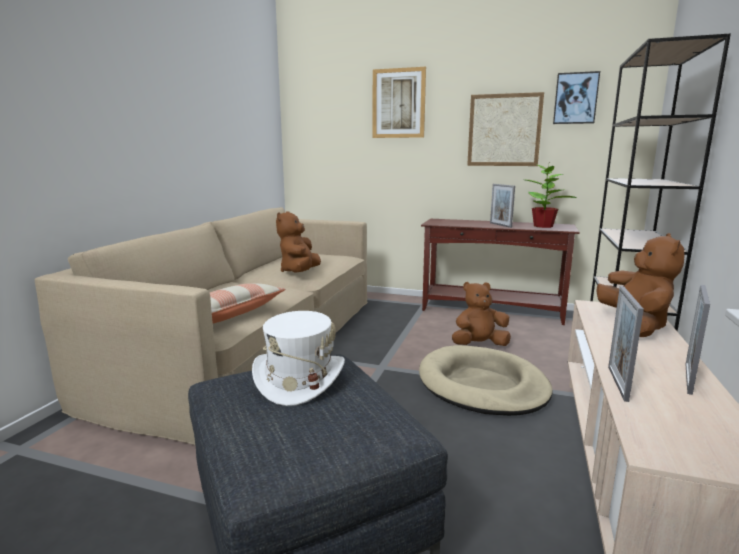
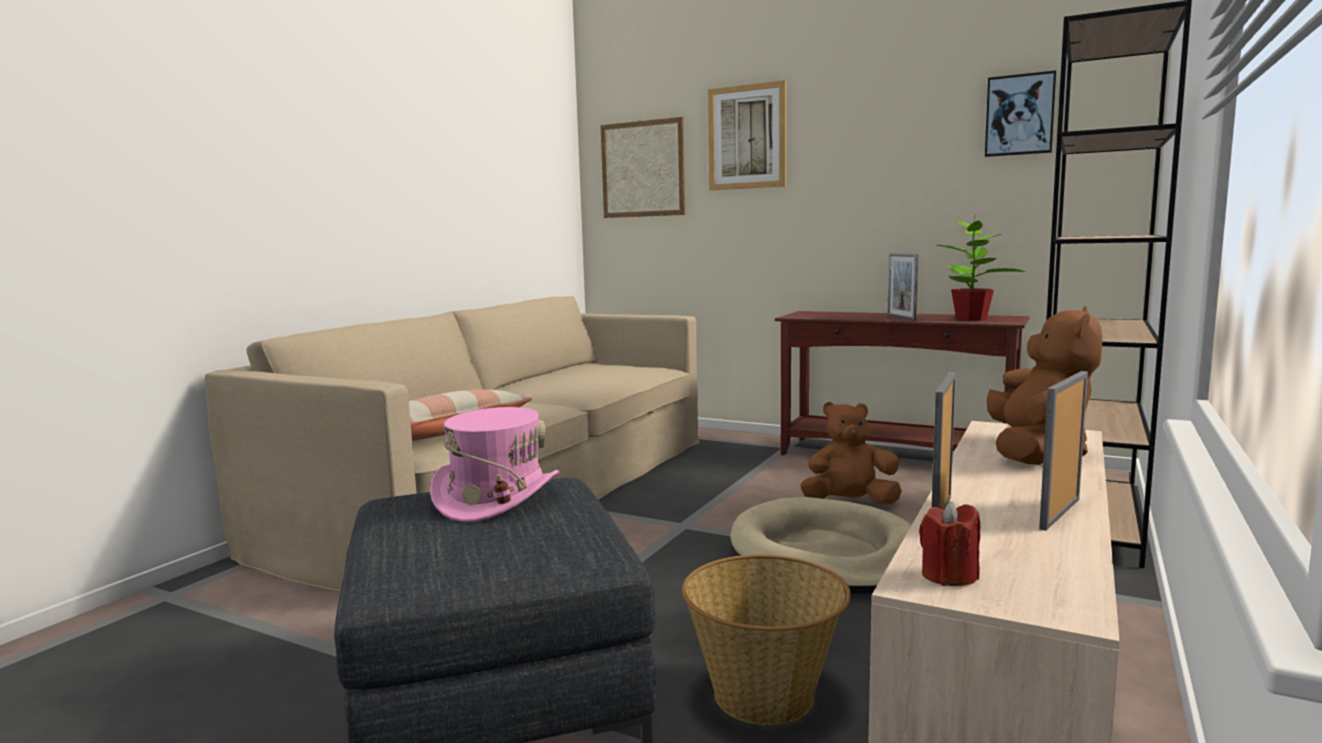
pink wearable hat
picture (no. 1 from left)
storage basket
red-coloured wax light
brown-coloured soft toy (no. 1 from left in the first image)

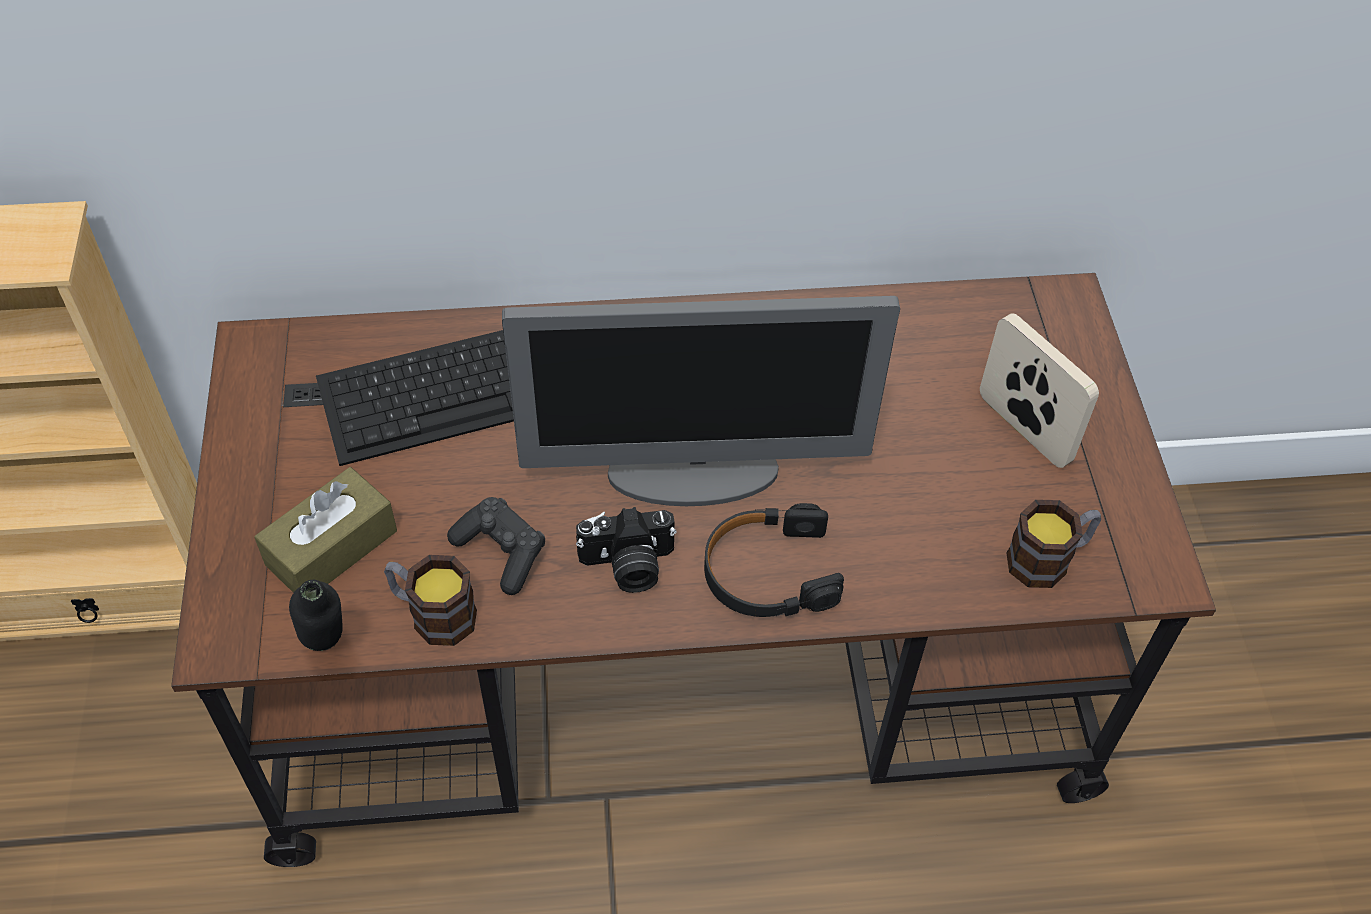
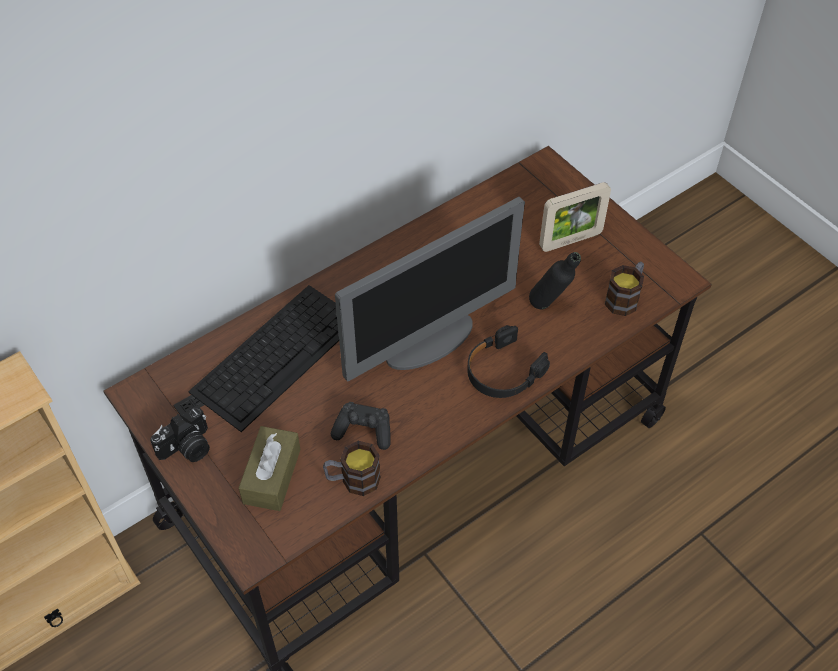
photo camera
blackish bottle
standing frame

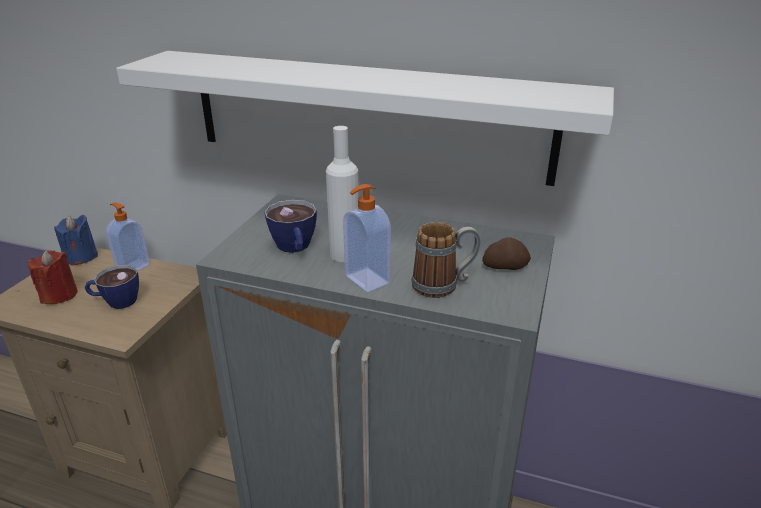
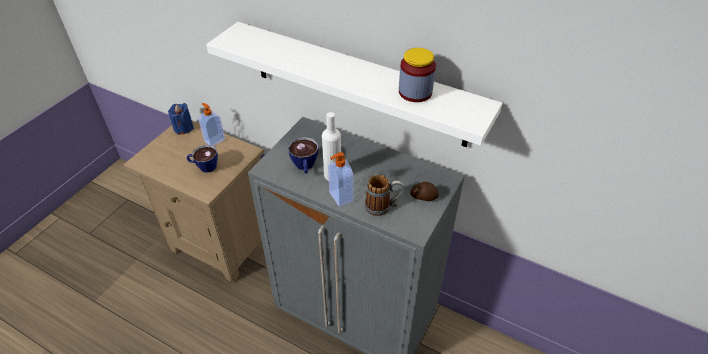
preserve jar
red-coloured wax light

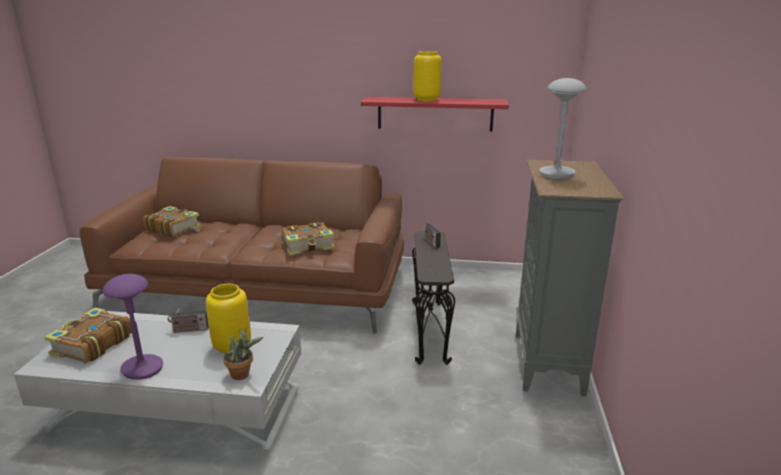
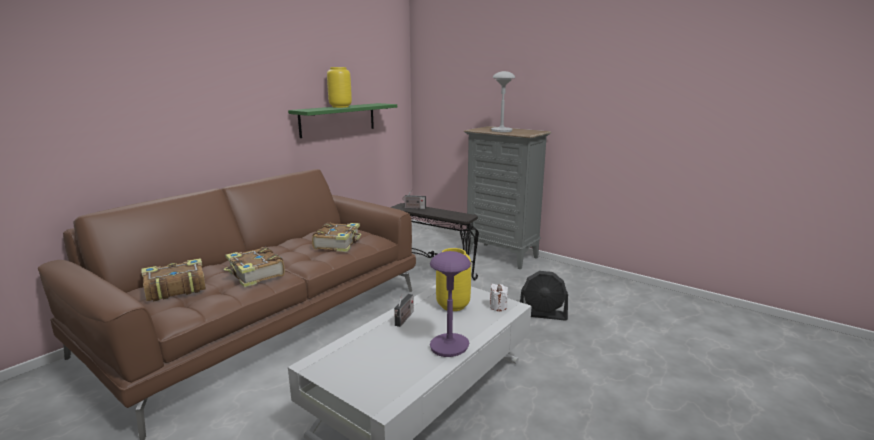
book (no. 2 from left)
green shelf
whitish wax light
blackish cooling fan

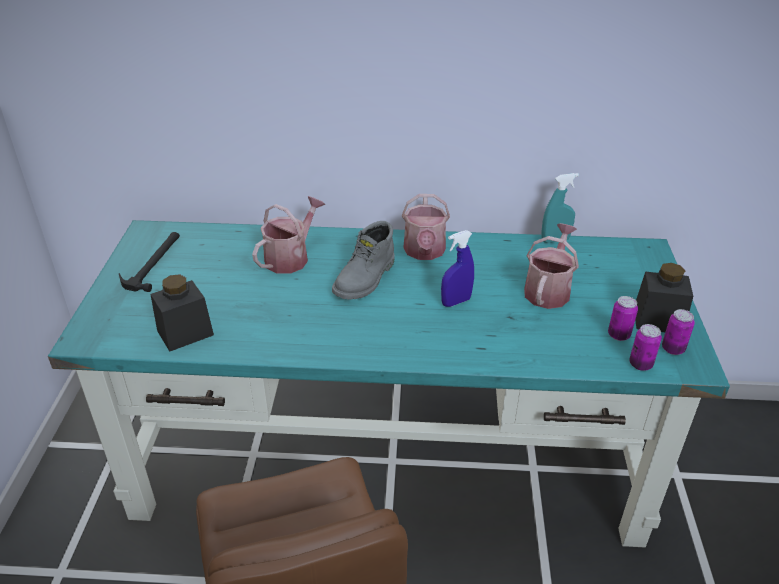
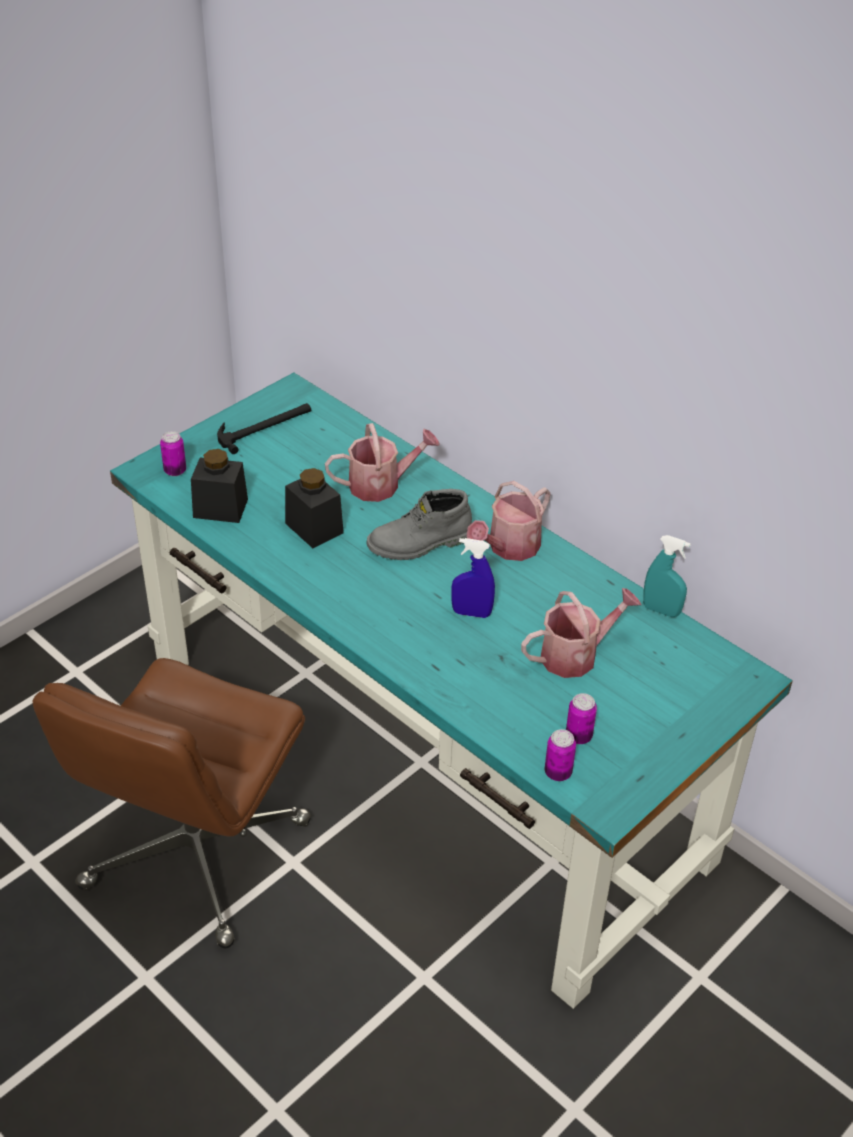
sealed can (no. 1 from left)
blackish preserve jar (no. 2 from left)

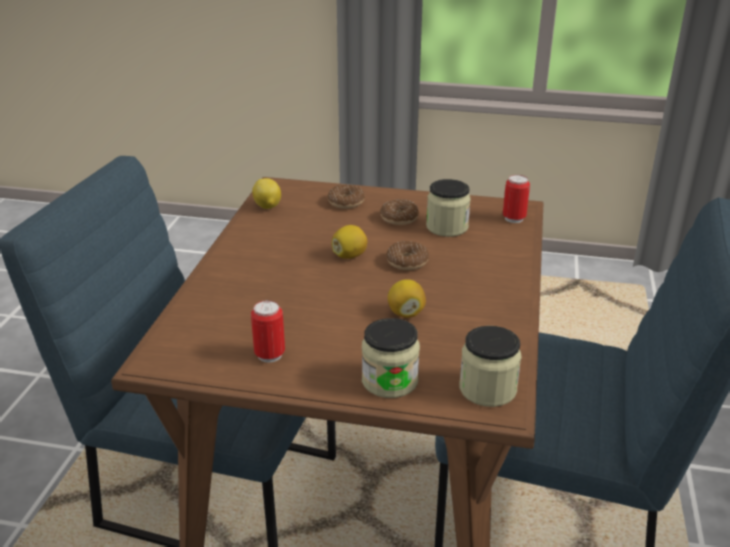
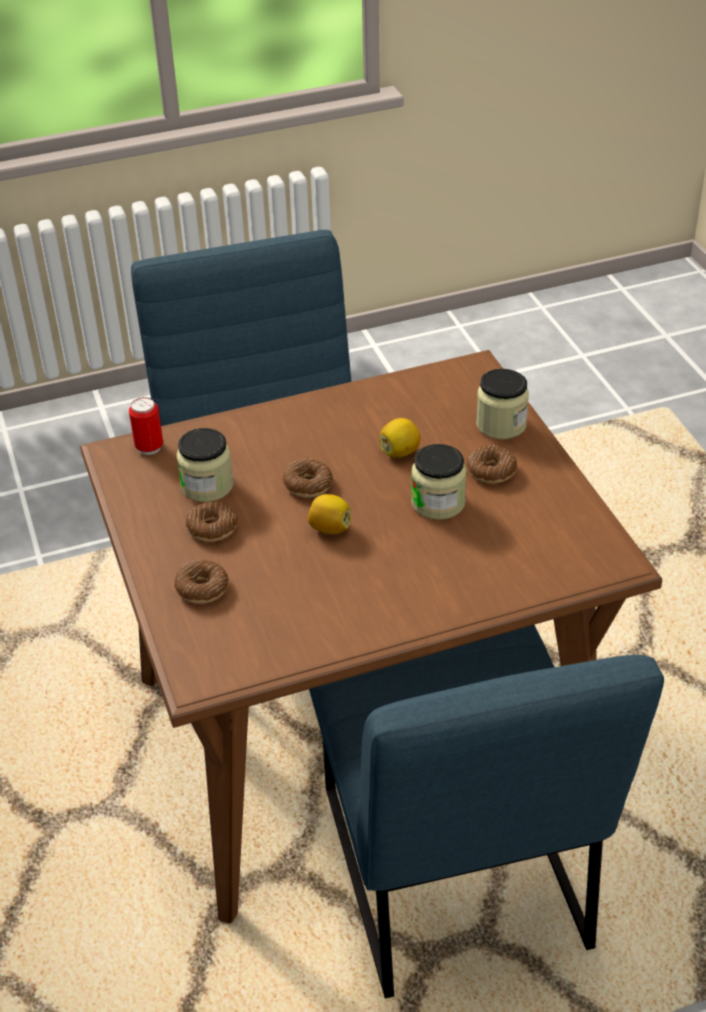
preserve jar (no. 2 from left)
donut (no. 4 from left)
sealed can (no. 1 from left in the first image)
whole lemon (no. 1 from left in the first image)

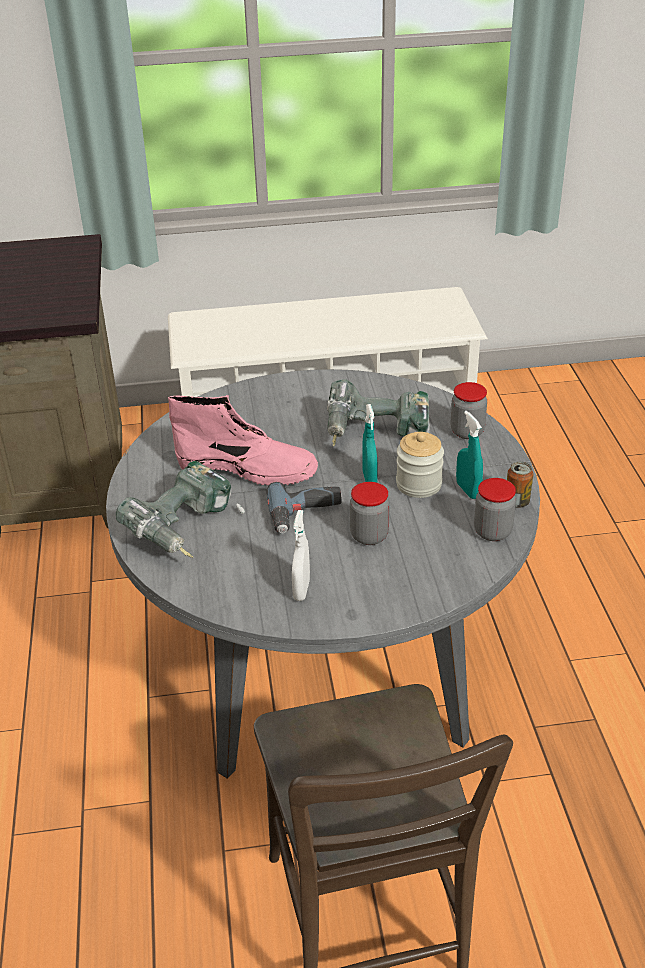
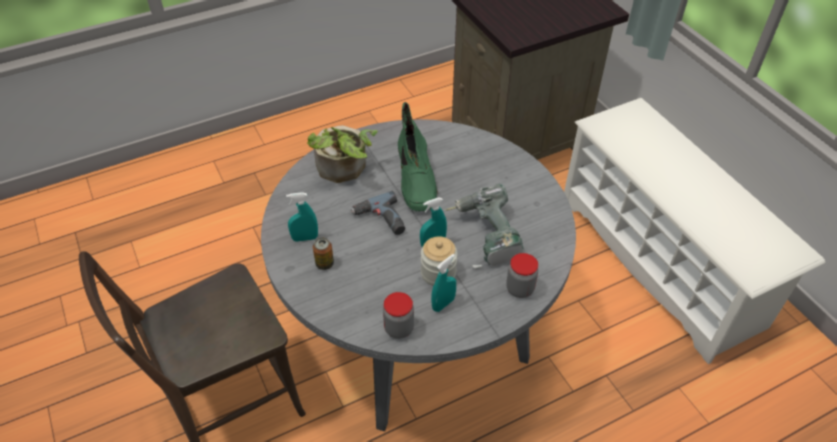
turquoise spray bottle (no. 1 from left)
plant in a pot
sealed can
green tall boot
preserve jar (no. 1 from left in the first image)

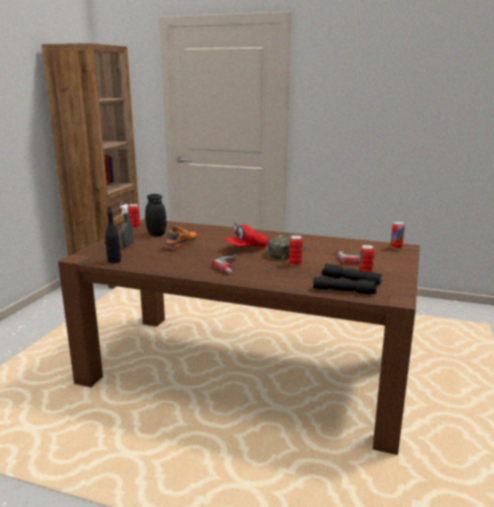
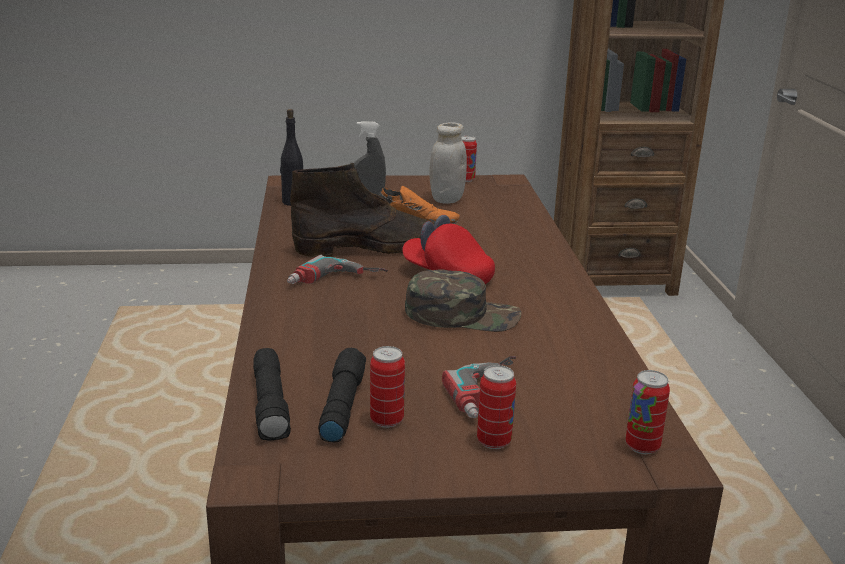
brown-coloured tall boot
whitish preserve jar
sealed can (no. 3 from left)

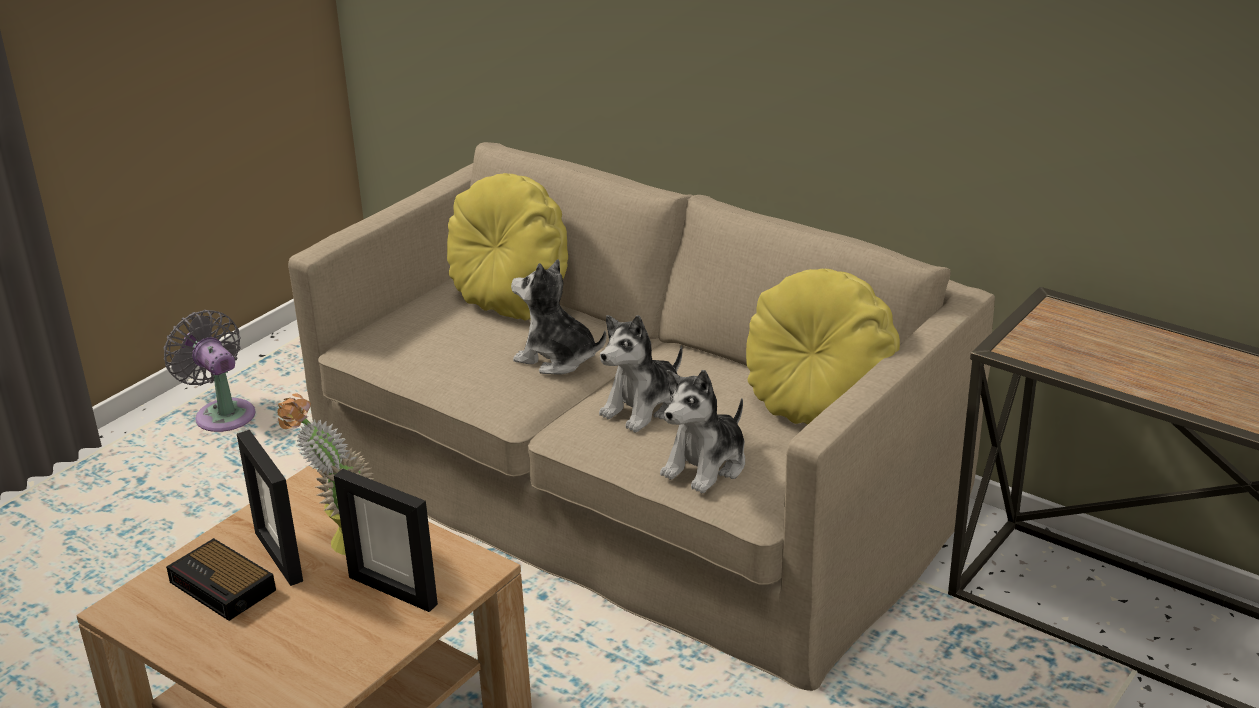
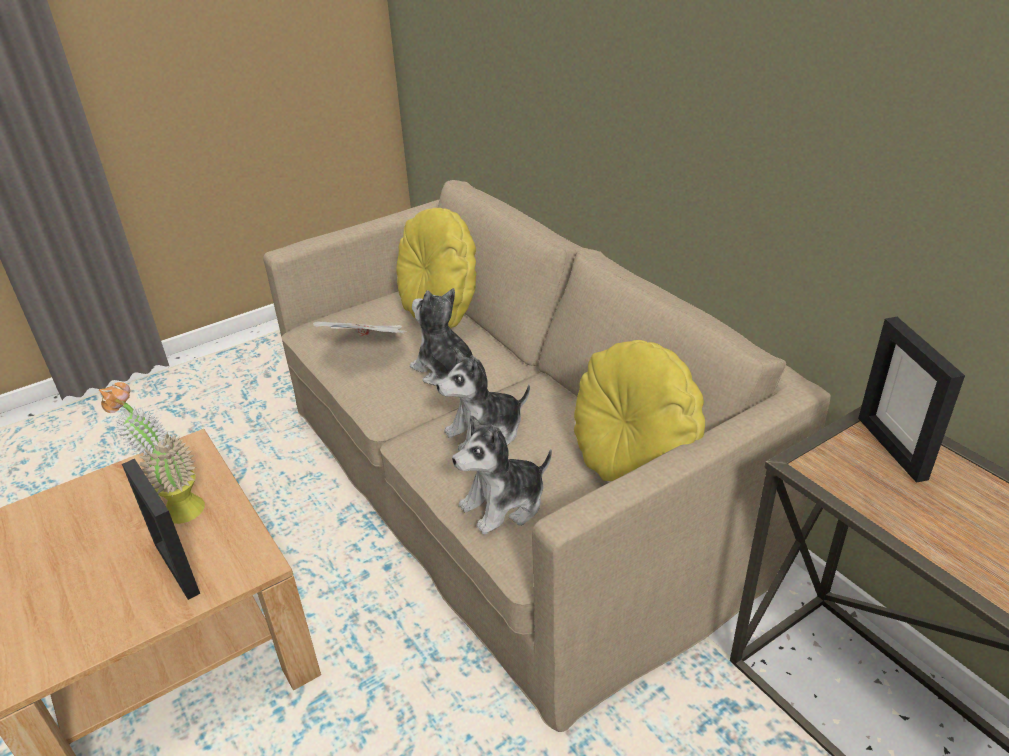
newspaper
standing frame (no. 2 from left)
gray cooling fan
bedside clock

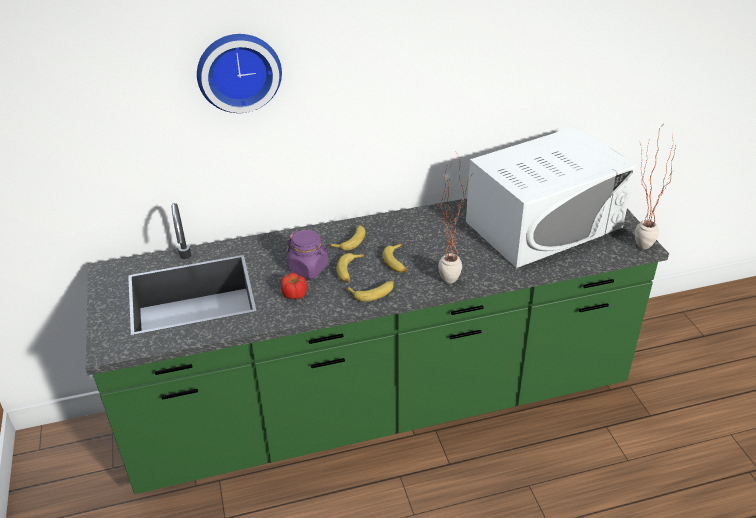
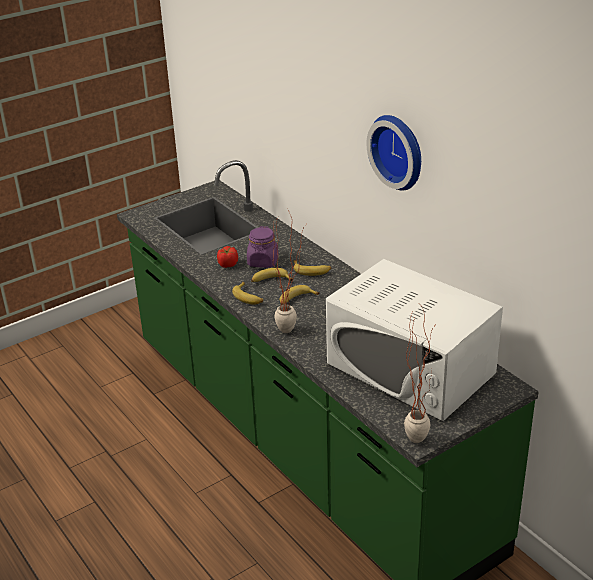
hanging clock

